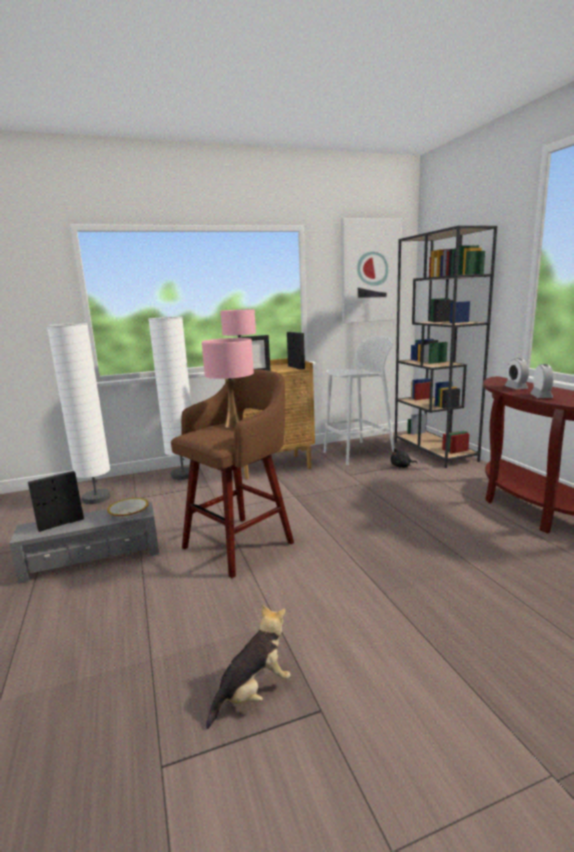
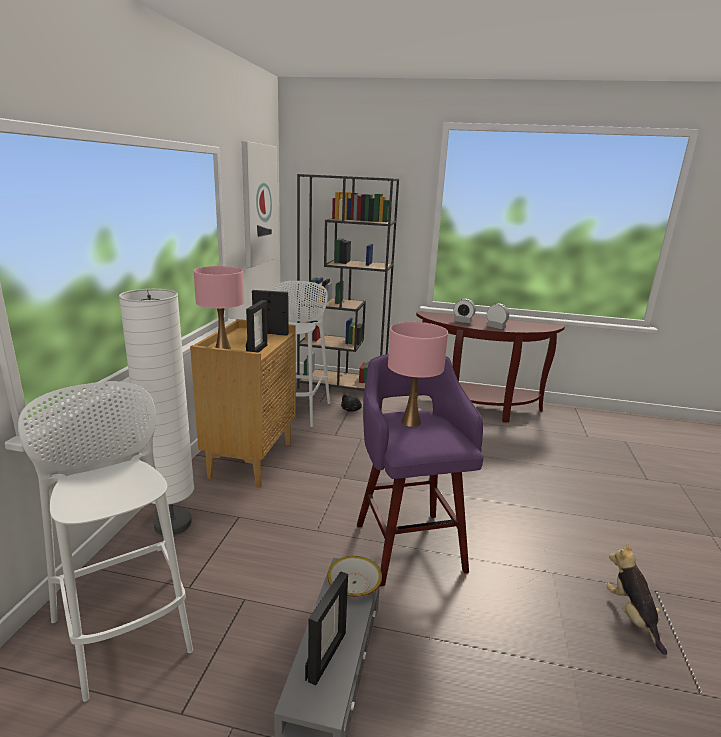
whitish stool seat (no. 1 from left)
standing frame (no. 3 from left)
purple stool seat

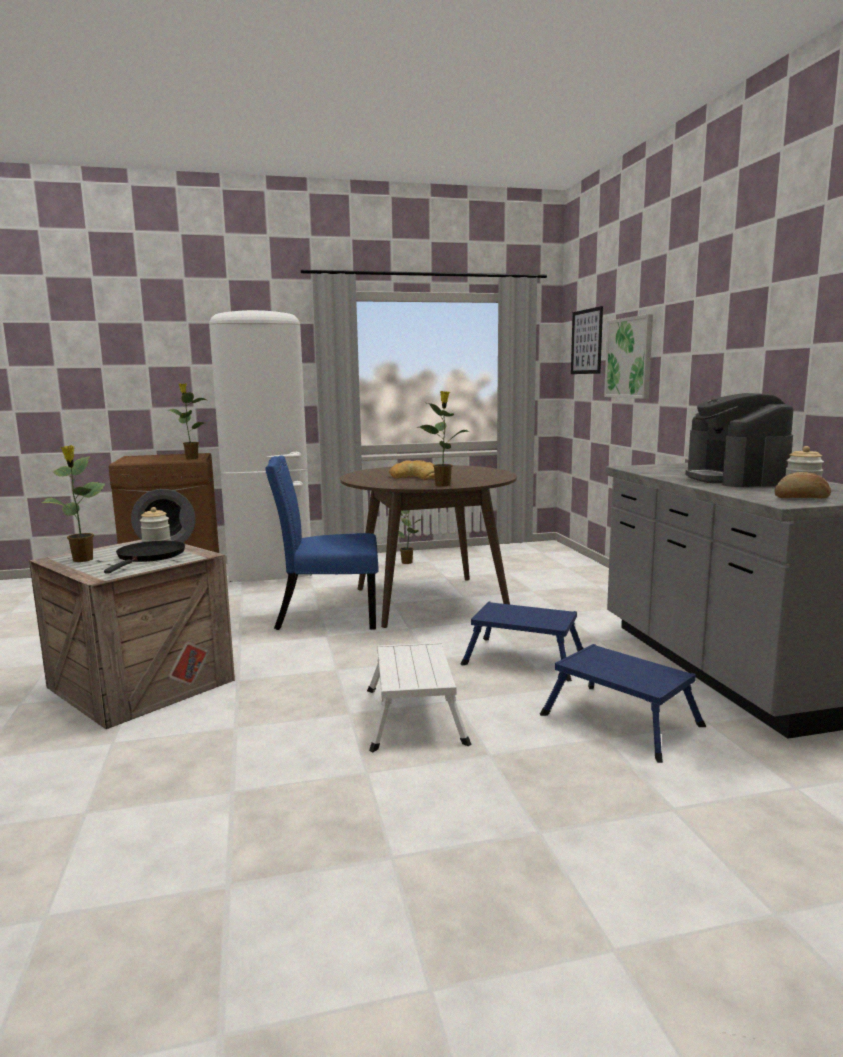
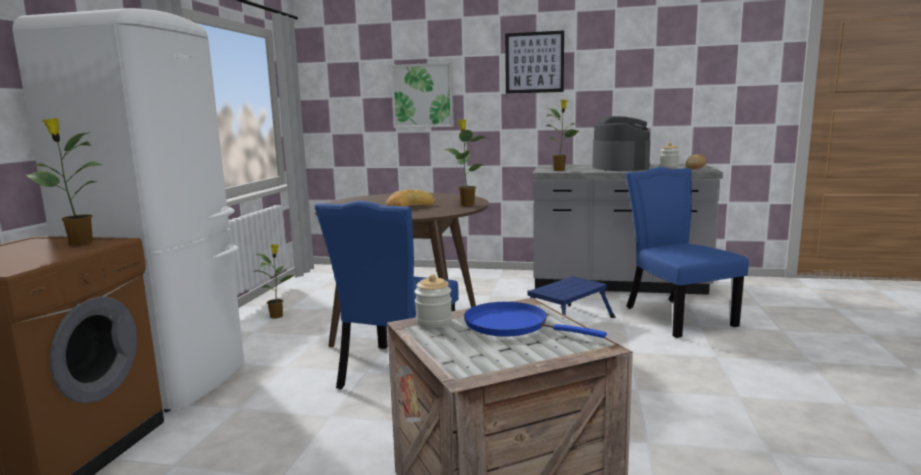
blue pan
picture (no. 2 from left)
plant in a pot (no. 4 from left)
coffee maker
blue plain chair (no. 2 from left)
whitish step ladder

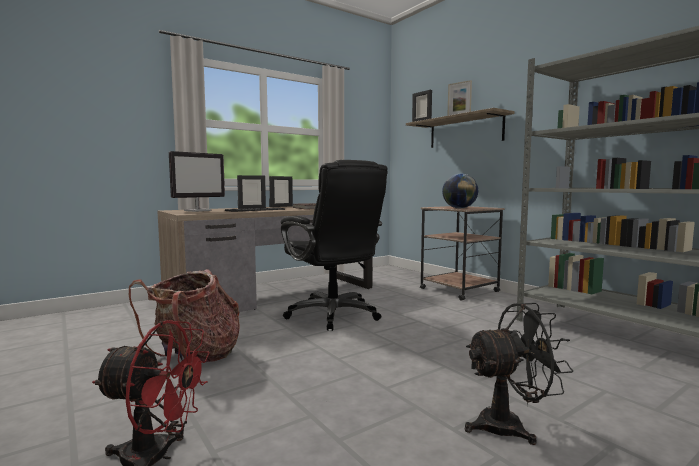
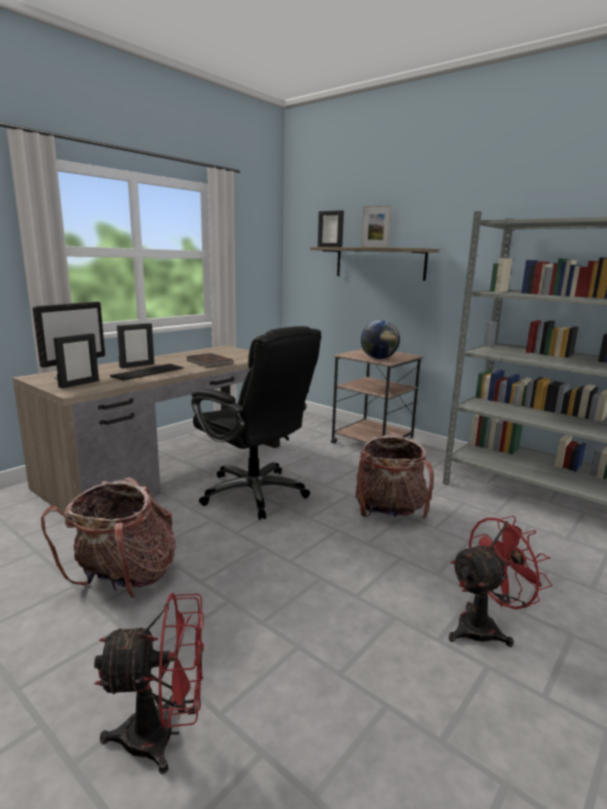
standing frame (no. 1 from left)
rucksack (no. 2 from left)
red-coloured cooling fan (no. 2 from left)

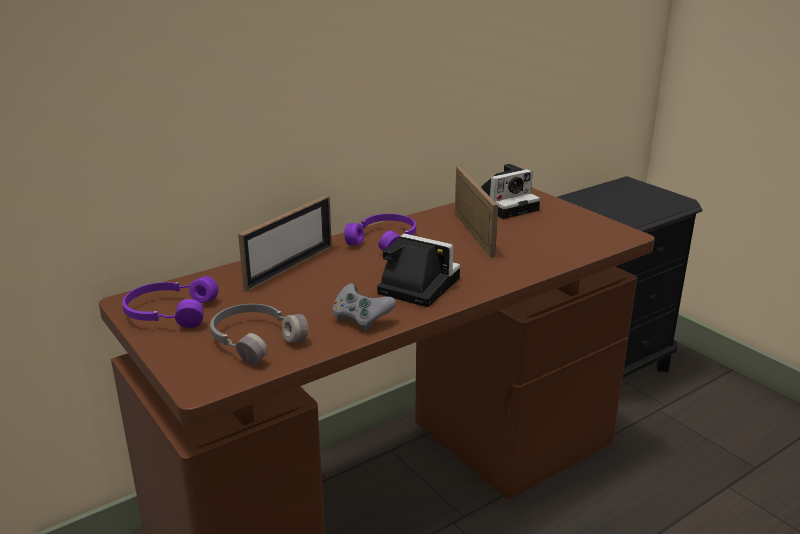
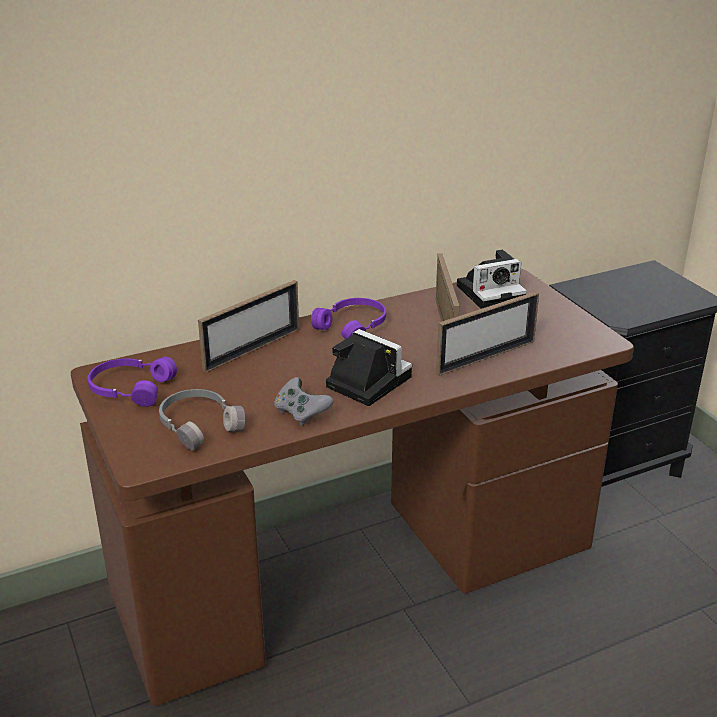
standing frame (no. 3 from left)

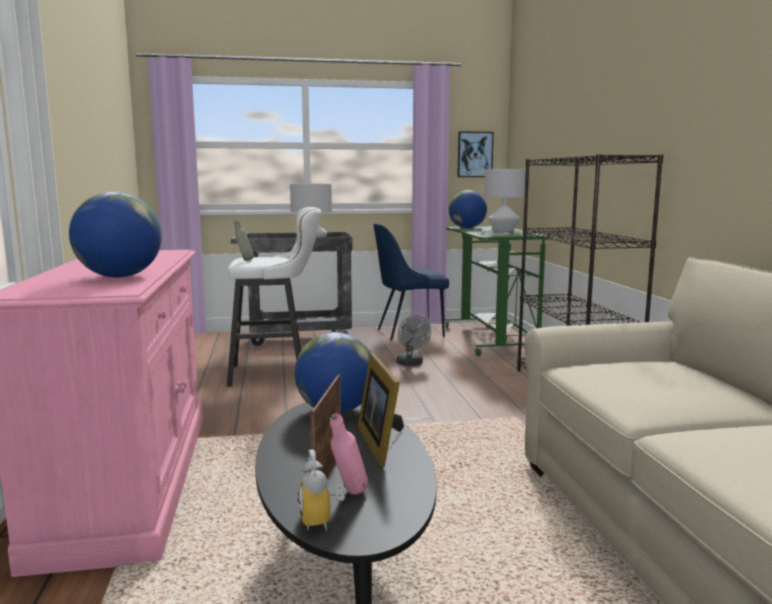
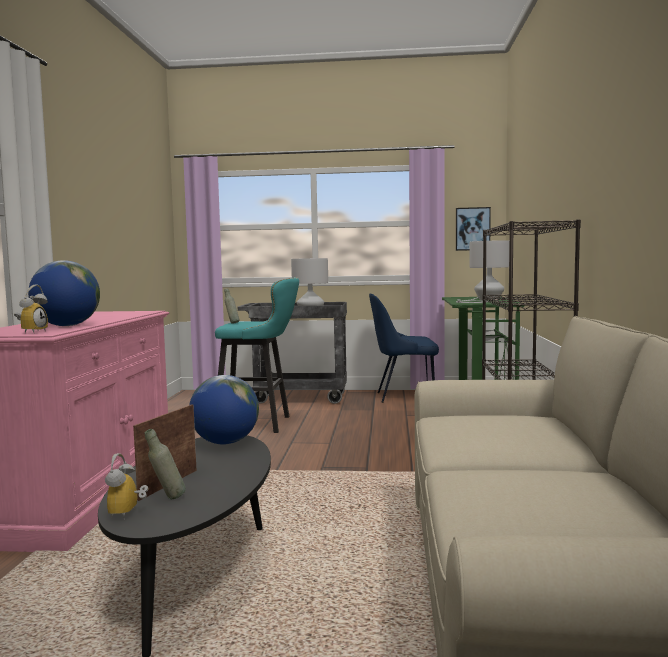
bedside clock (no. 1 from left)
gray bottle (no. 1 from left)
turquoise stool seat
standing frame (no. 2 from left in the first image)
gray cooling fan
globe (no. 3 from left in the first image)

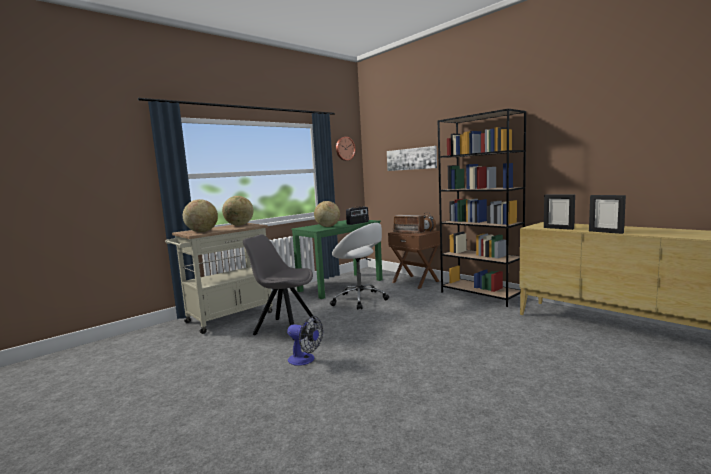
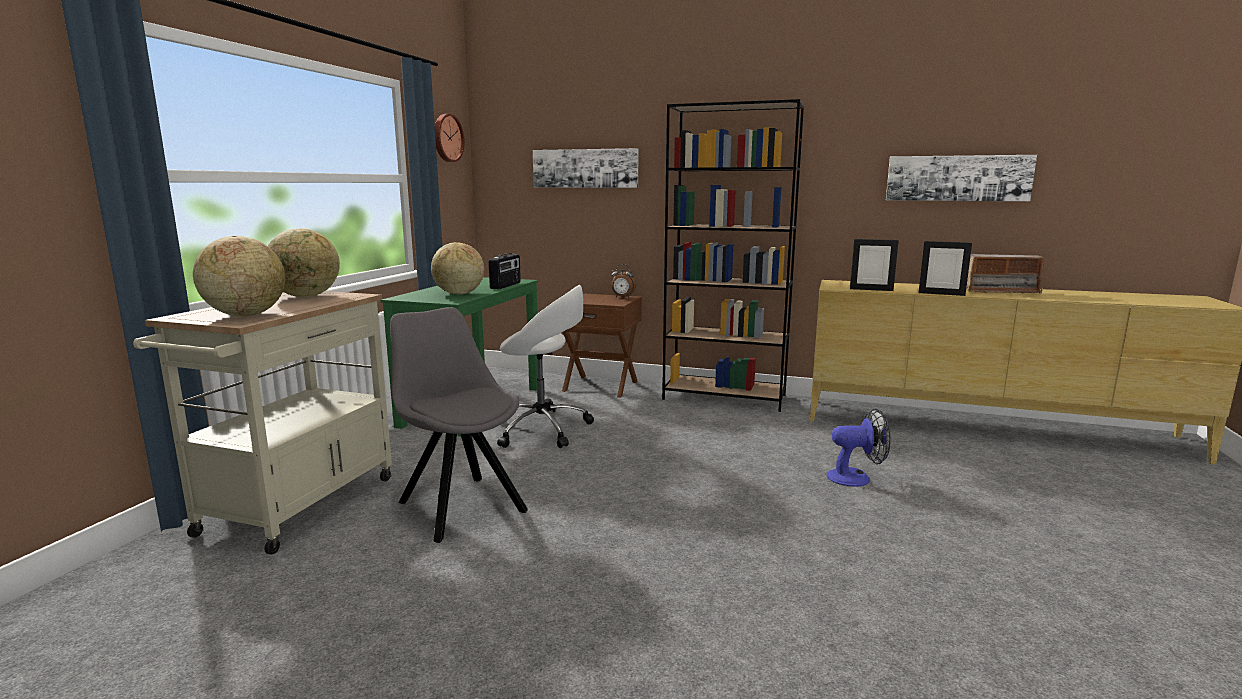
gray plain chair
cooling fan
picture (no. 2 from left)
radio set (no. 2 from left)

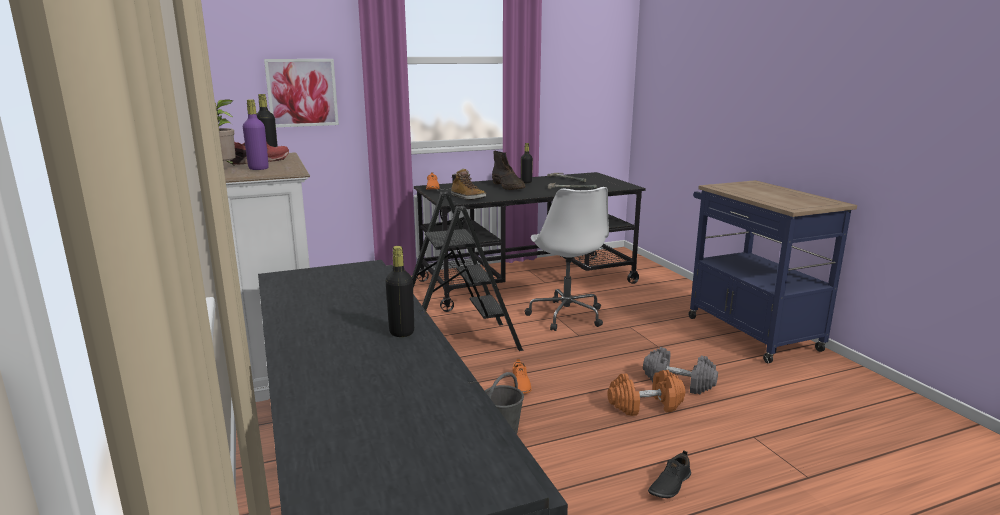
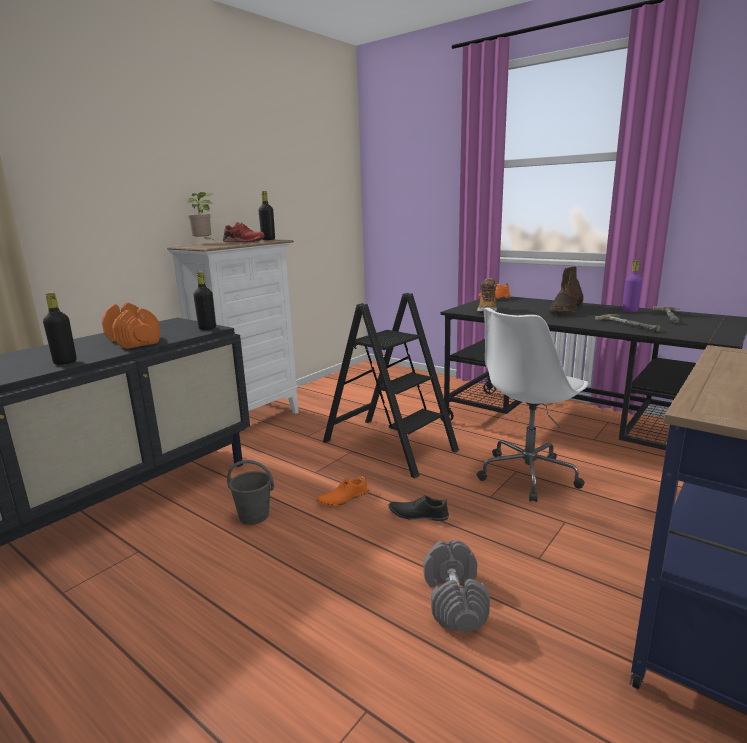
orange free weight
blackish bottle (no. 2 from left)
blackish shoe
purple bottle
picture

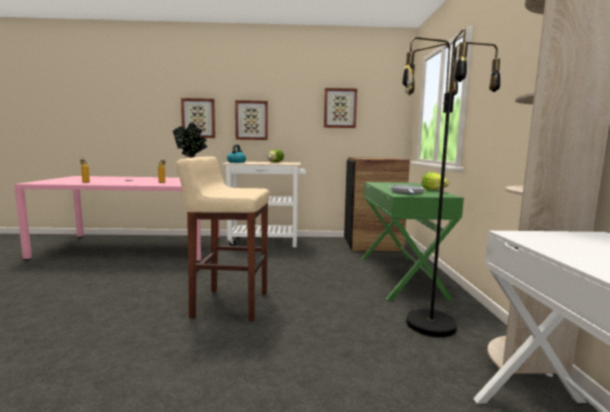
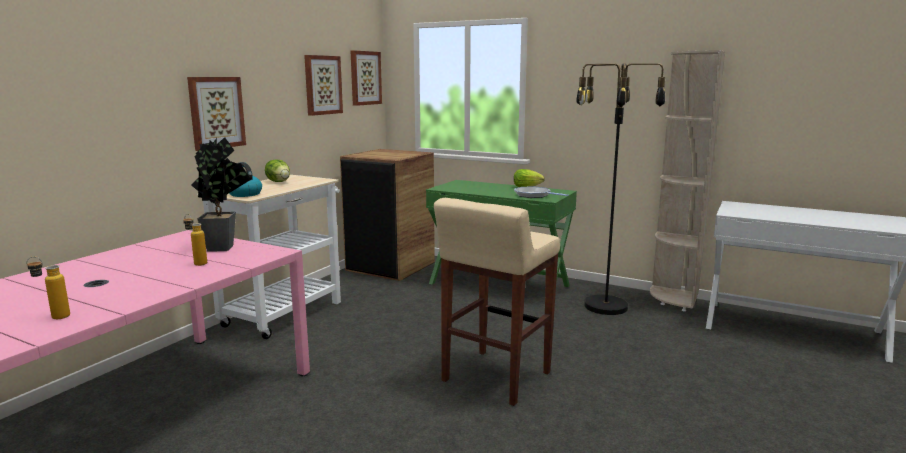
picture (no. 3 from left)

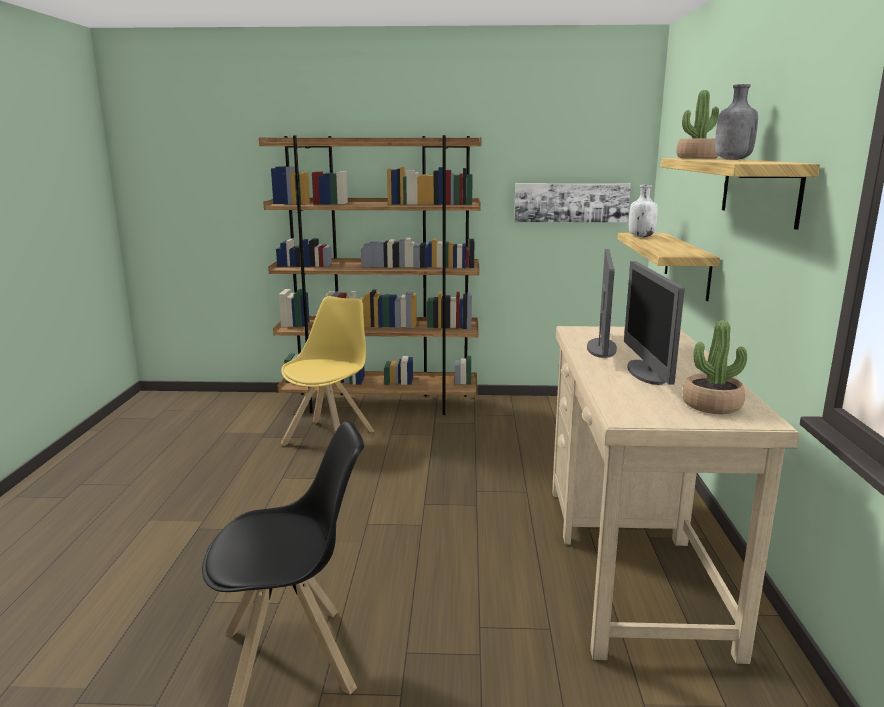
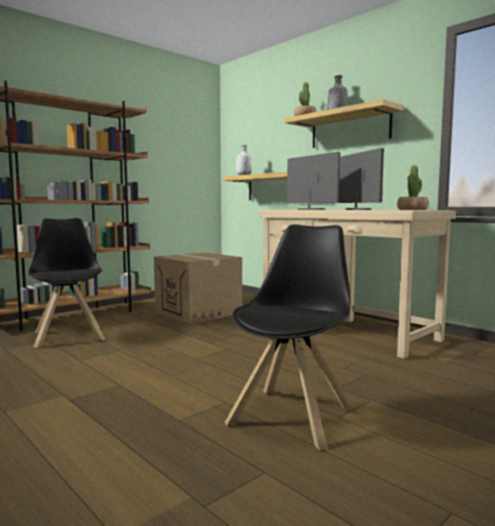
blackish plain chair (no. 1 from left)
carton
monitor (no. 2 from left)
picture

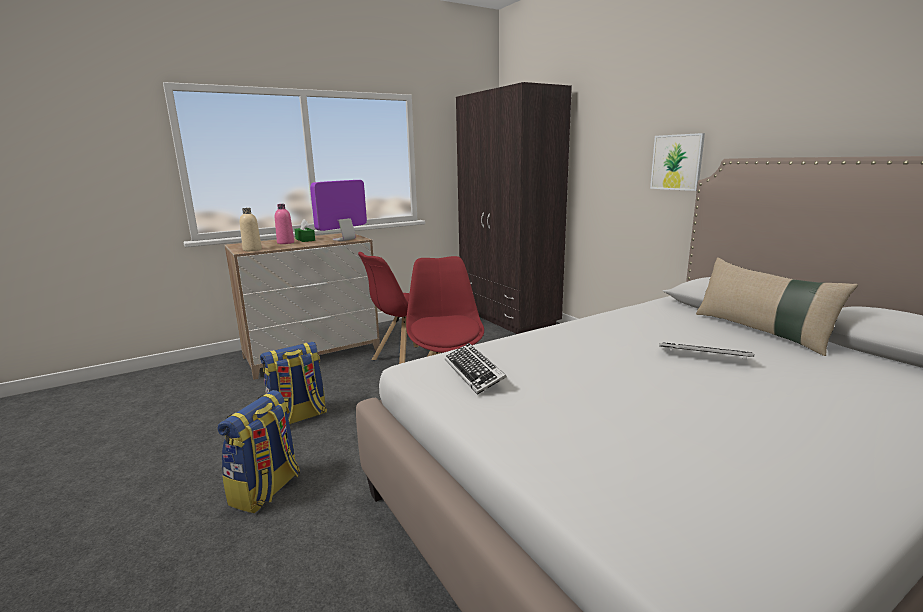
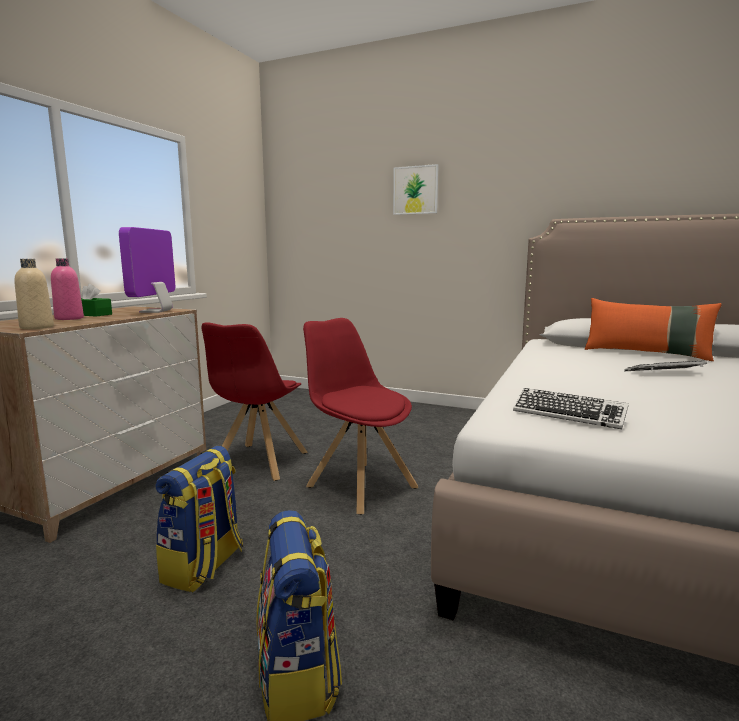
picture
orange pillow
brown-coloured wardrobe

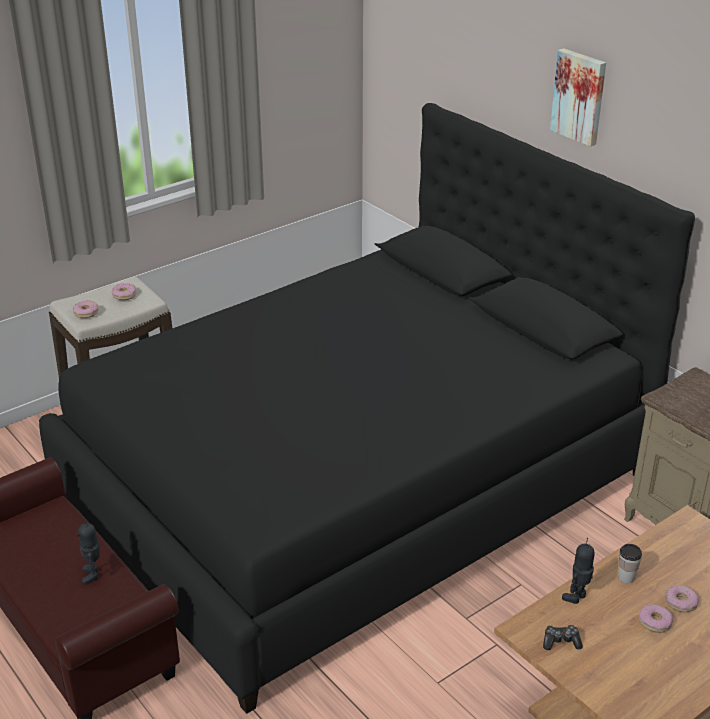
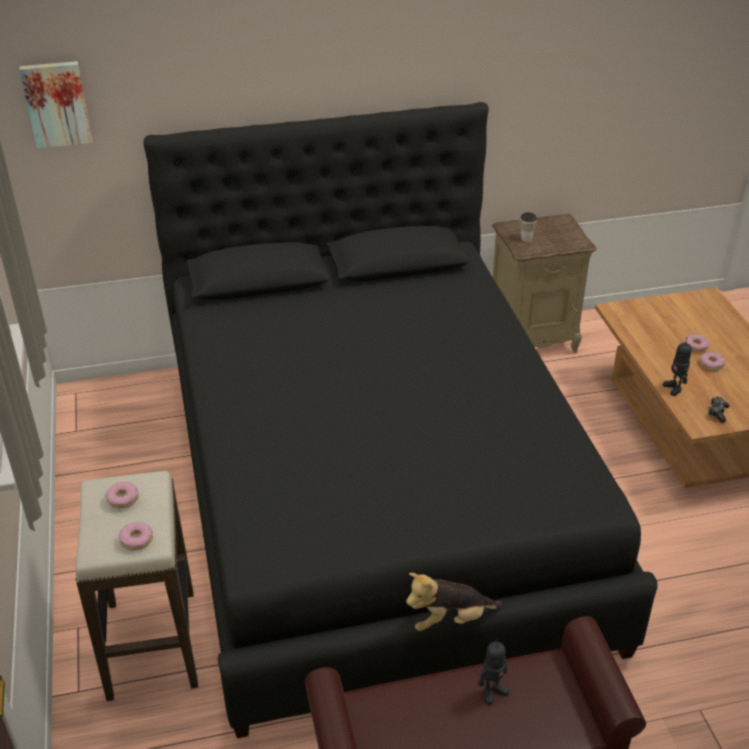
picture
soft toy
robot figure (no. 1 from left)
cup

